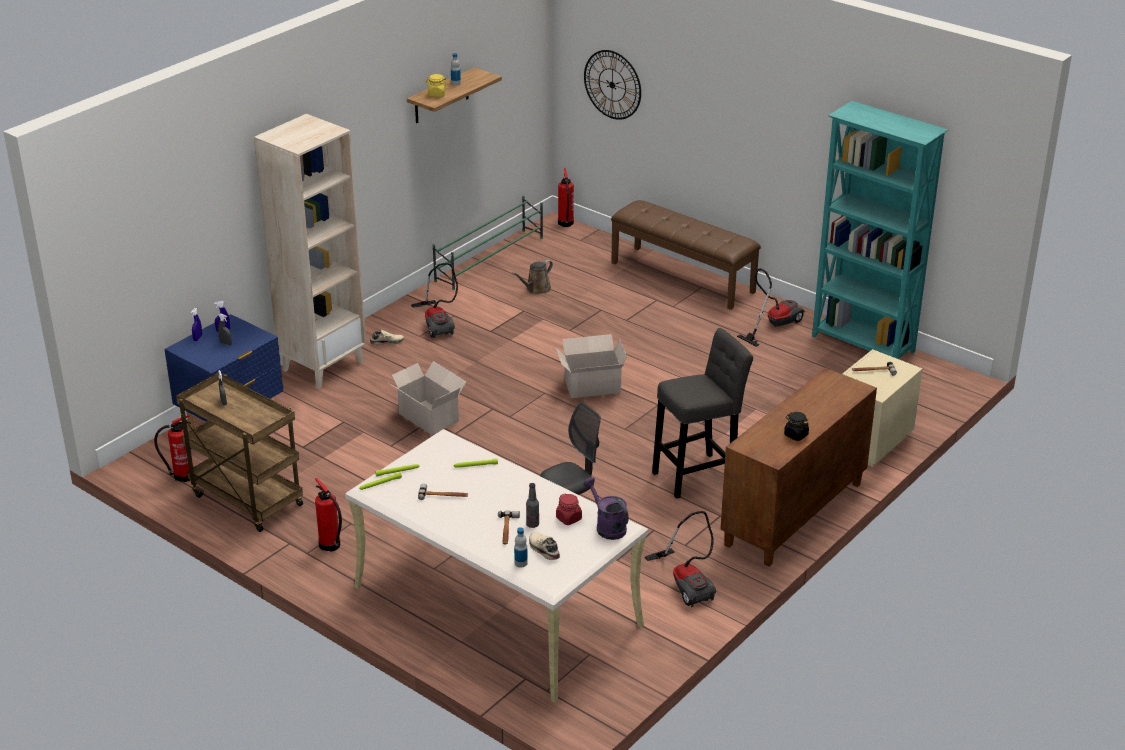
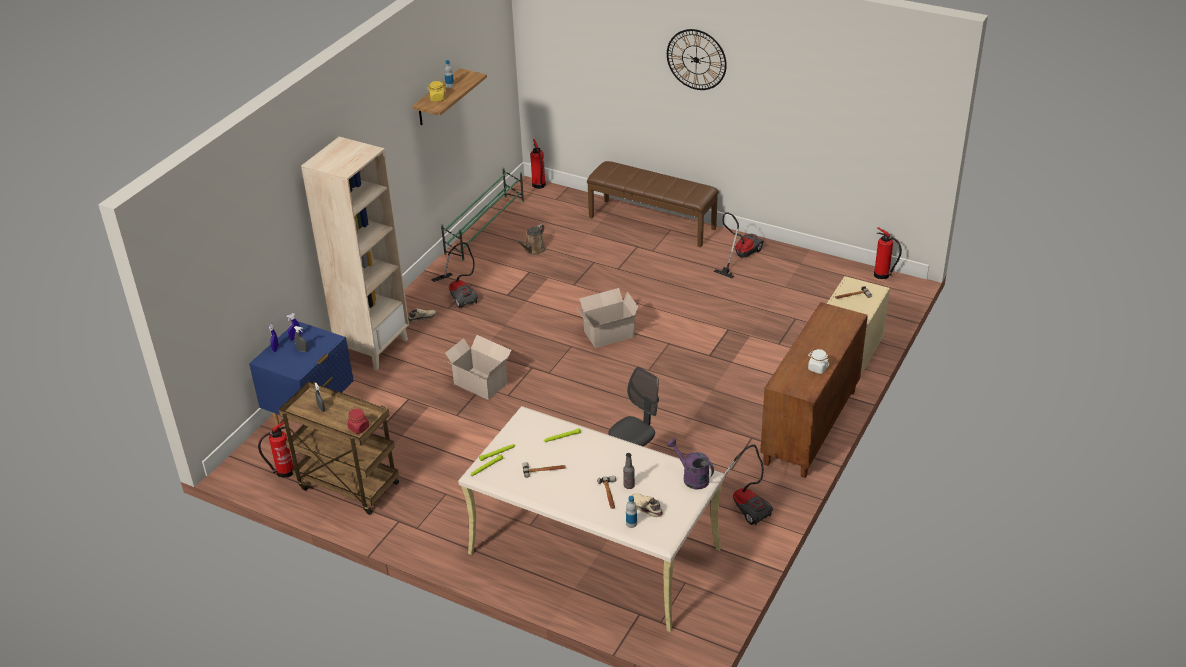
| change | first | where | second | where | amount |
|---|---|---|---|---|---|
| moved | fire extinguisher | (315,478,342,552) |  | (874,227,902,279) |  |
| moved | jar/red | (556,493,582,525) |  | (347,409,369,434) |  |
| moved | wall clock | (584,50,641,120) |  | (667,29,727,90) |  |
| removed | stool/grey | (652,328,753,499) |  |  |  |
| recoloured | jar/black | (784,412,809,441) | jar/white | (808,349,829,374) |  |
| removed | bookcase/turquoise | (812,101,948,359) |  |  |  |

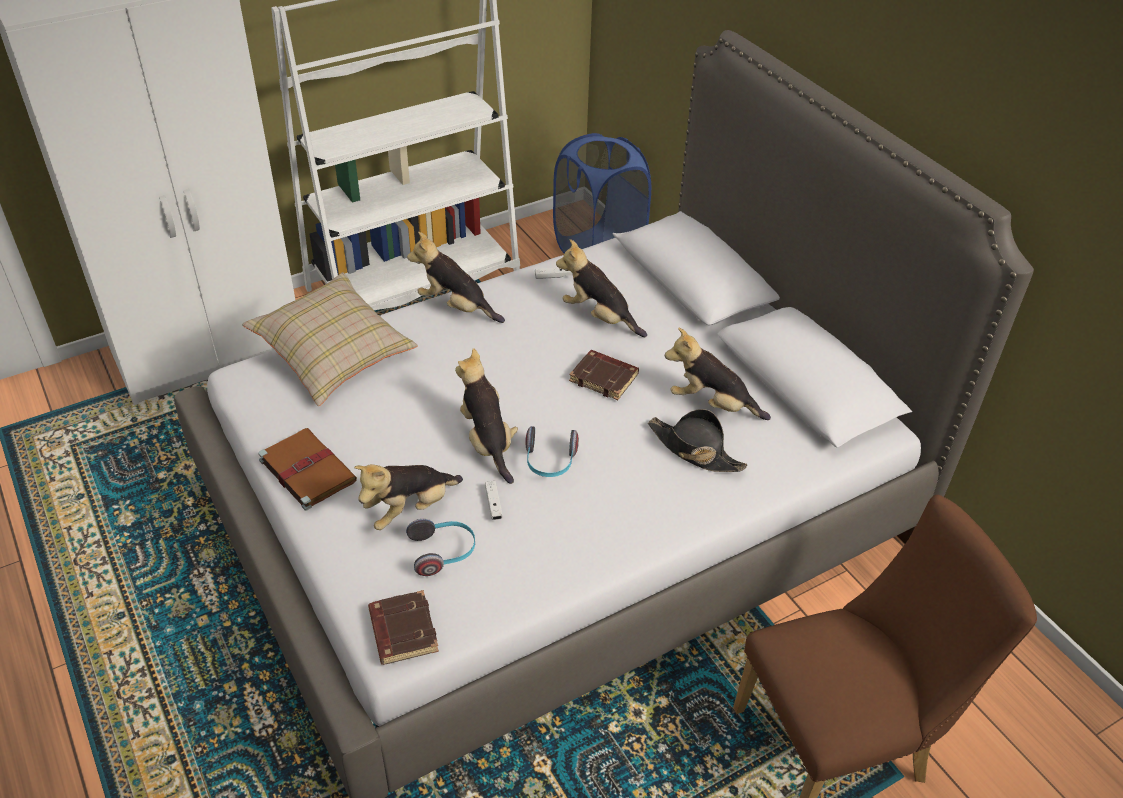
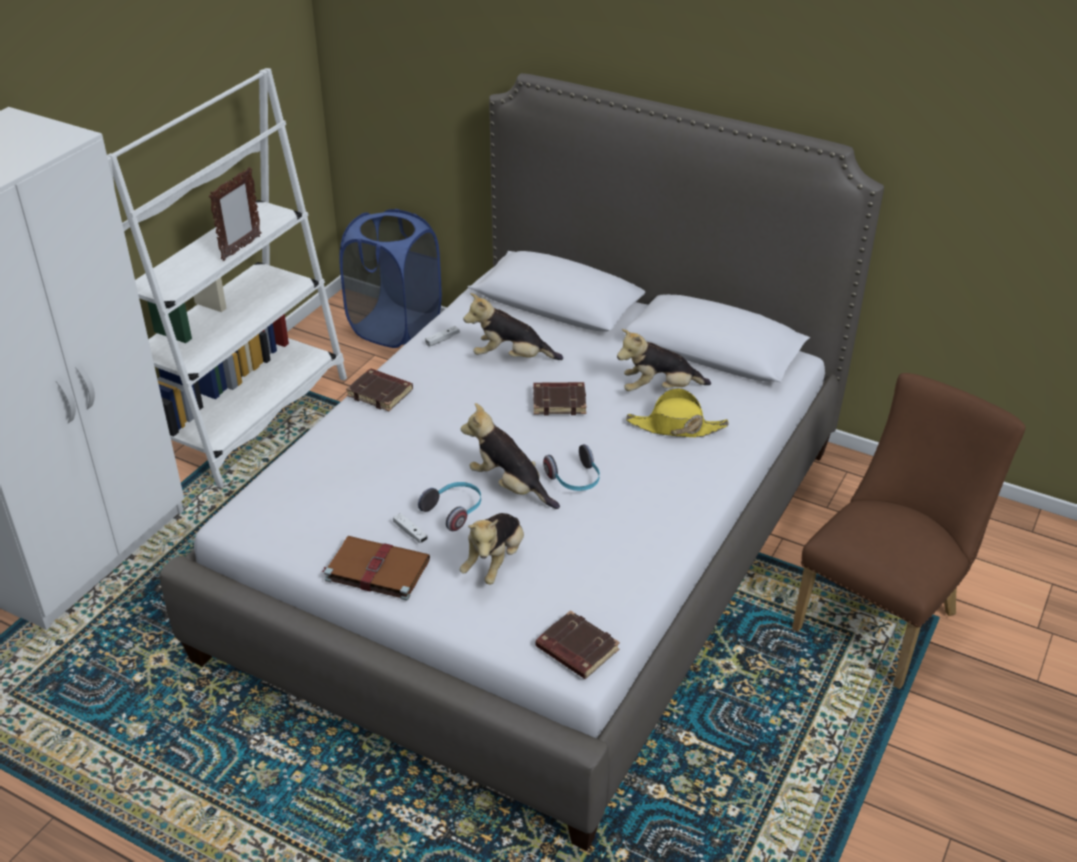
| change | first | where | second | where | amount |
|---|---|---|---|---|---|
| removed | pillow/beige | (242,272,418,406) |  |  |  |
| moved | headphones | (406,519,475,576) |  | (418,482,481,531) |  |
| replaced | plush toy | (407,232,505,323) | book/brown | (346,369,413,411) |  |
| moved | game controller/white | (485,481,503,520) |  | (393,513,428,543) |  |
| recoloured | hat/black | (648,409,747,472) | hat/yellow | (626,388,729,437) |  |
| added |  |  | picture frame | (209,167,262,261) |  |

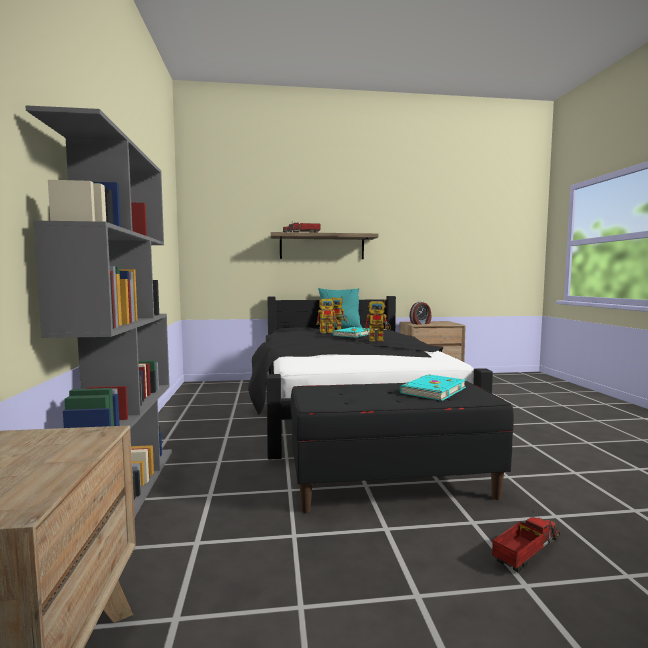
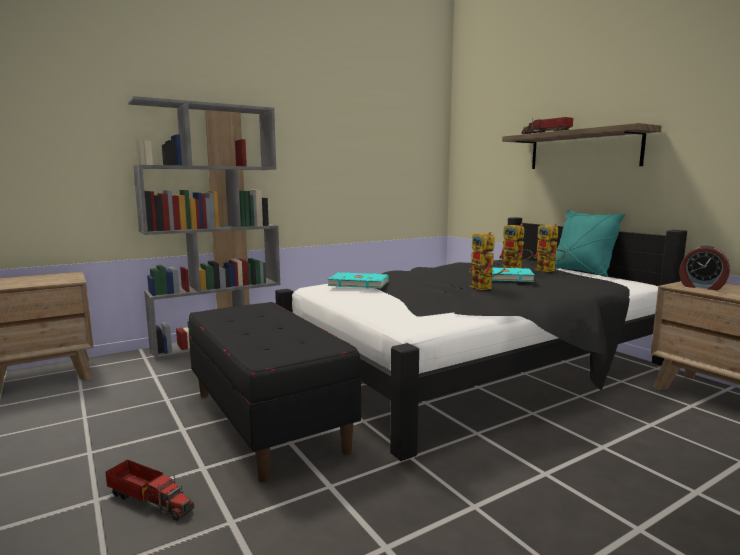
| change | first | where | second | where | amount |
|---|---|---|---|---|---|
| moved | book/turquoise | (400,374,466,401) |  | (328,272,389,288) |  |

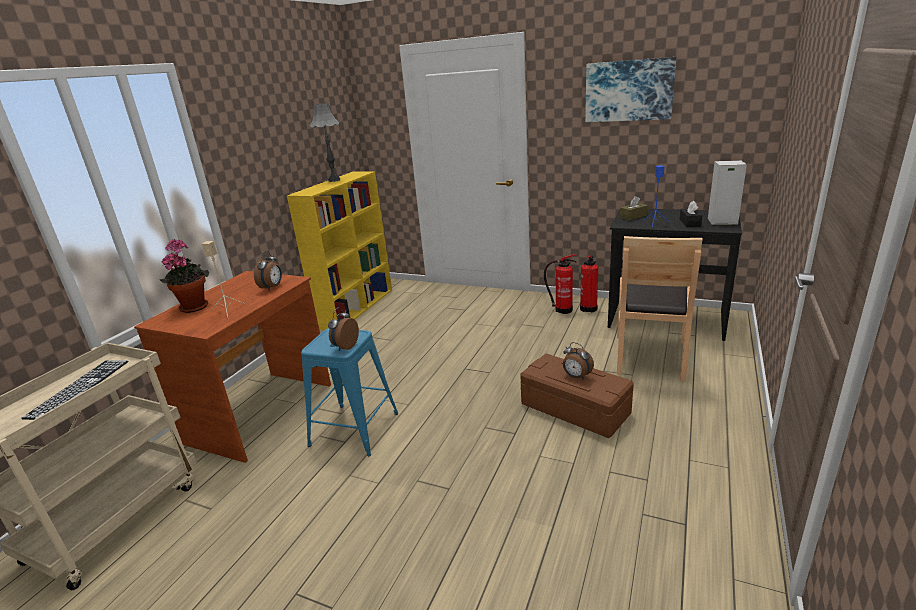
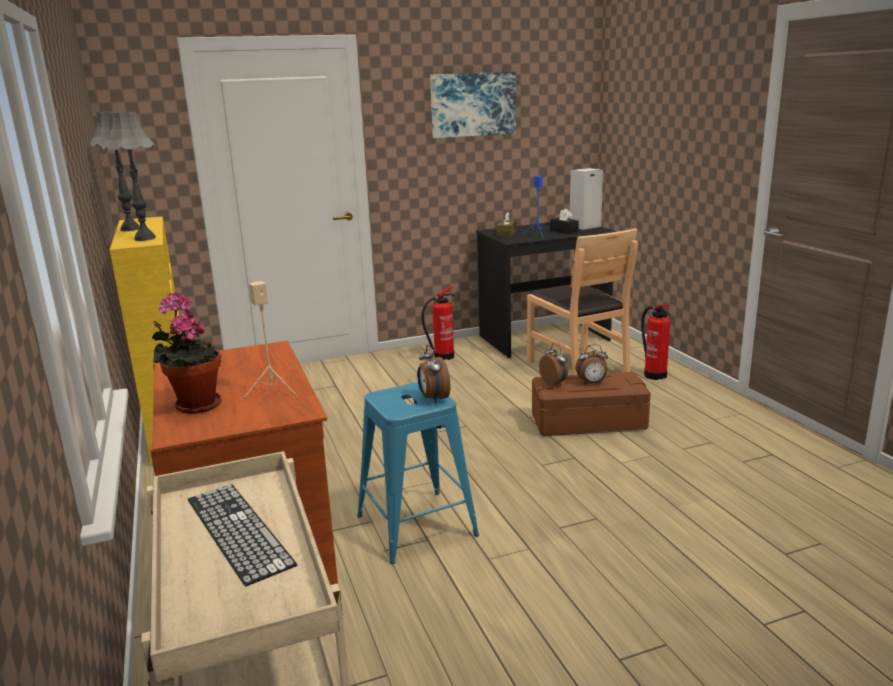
| change | first | where | second | where | amount |
|---|---|---|---|---|---|
| moved | alarm clock | (254,251,282,290) |  | (539,343,568,386) |  |
| moved | fire extinguisher | (580,255,598,313) |  | (641,305,671,380) |  |
| added |  |  | table lamp/grey | (102,112,156,241) |  |

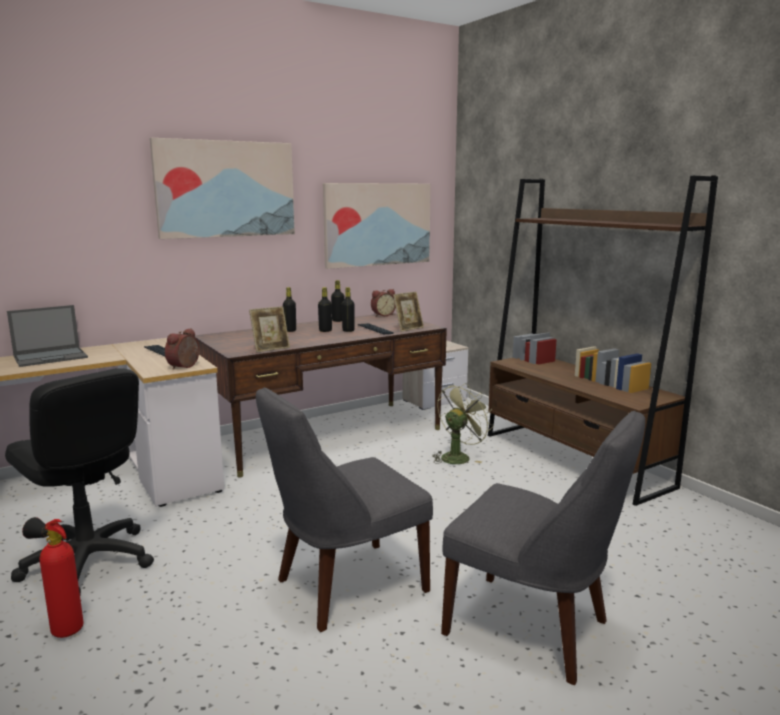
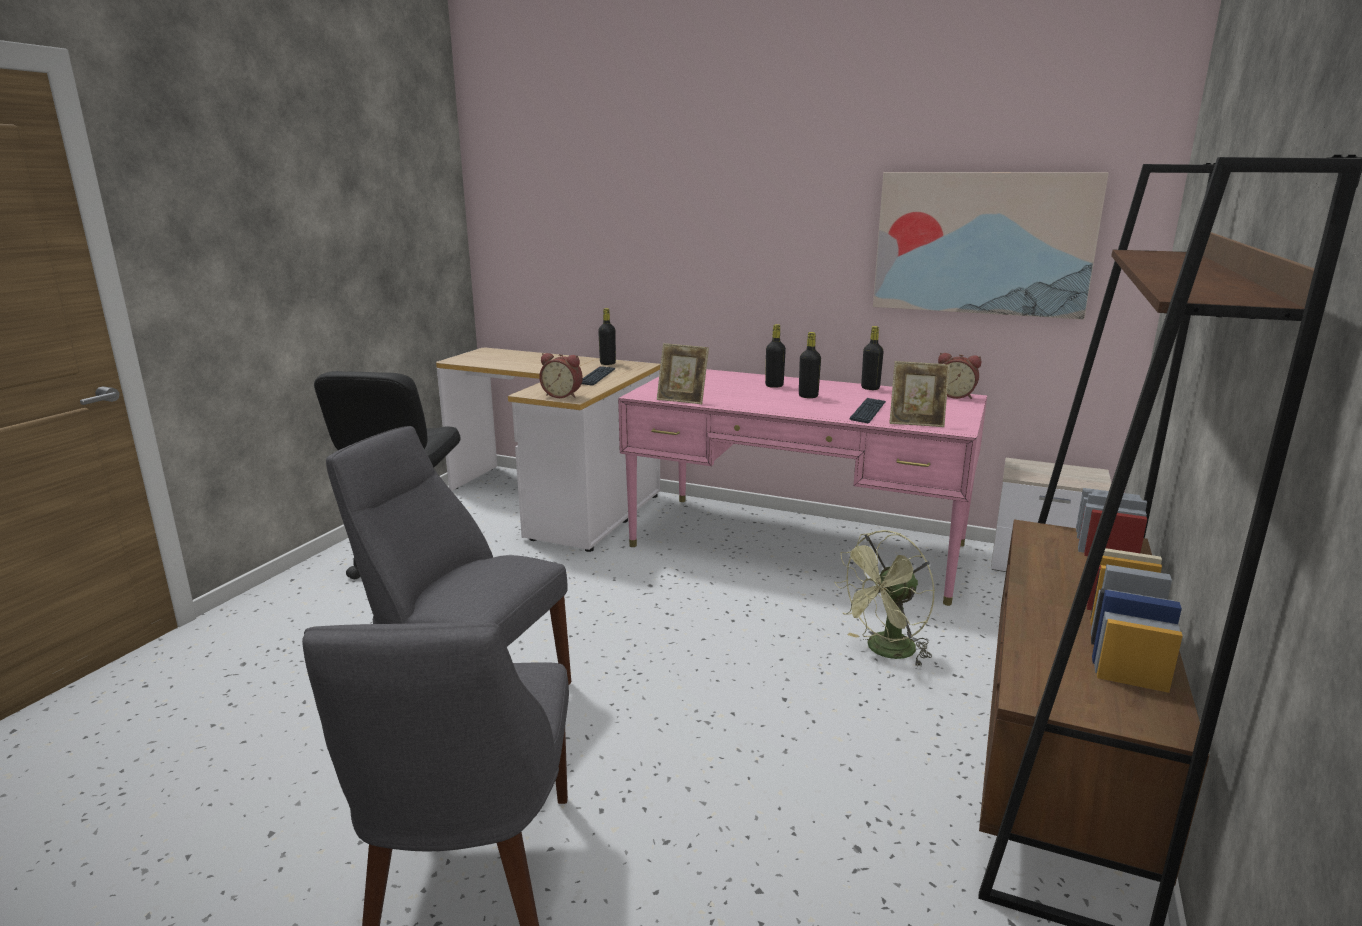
| change | first | where | second | where | amount |
|---|---|---|---|---|---|
| removed | laptop | (7,305,88,367) |  |  |  |
| removed | fire extinguisher | (22,517,84,638) |  |  |  |
| removed | picture | (150,138,295,239) |  |  |  |
| turned | alarm clock | (165,328,200,370) |  | (539,353,583,398) | 150 degrees counterclockwise |
| recoloured | desk/brown | (195,313,447,478) | desk/pink | (618,369,987,606) |  |
| moved | bottle/black | (342,287,355,332) |  | (598,308,616,365) |  |
| turned | fan/green | (432,383,494,464) |  | (834,530,935,667) | 135 degrees clockwise |

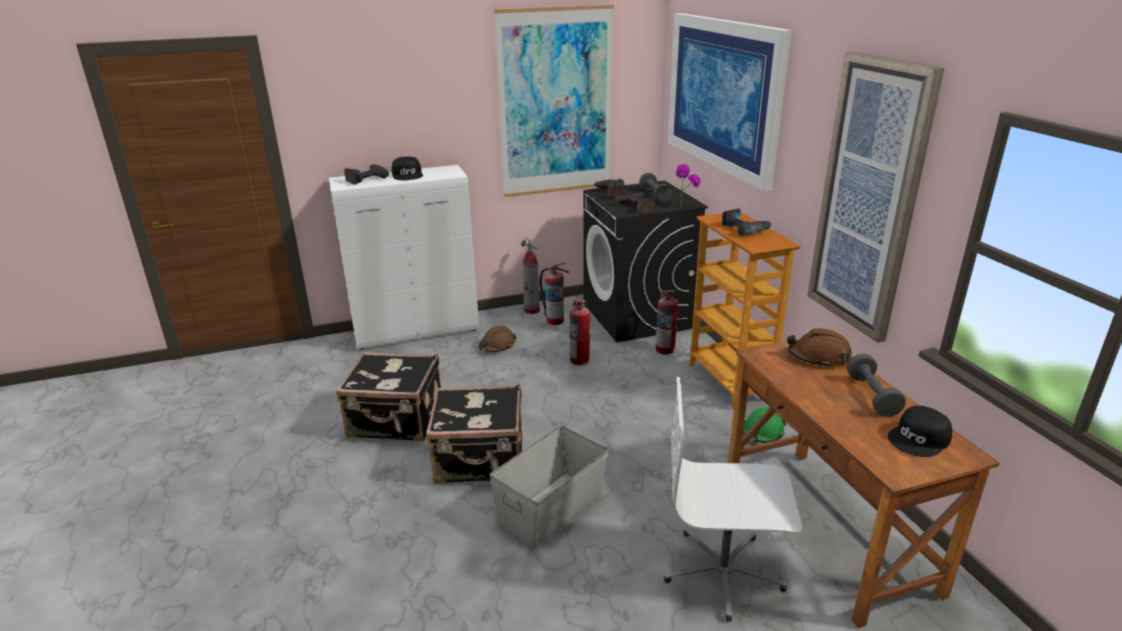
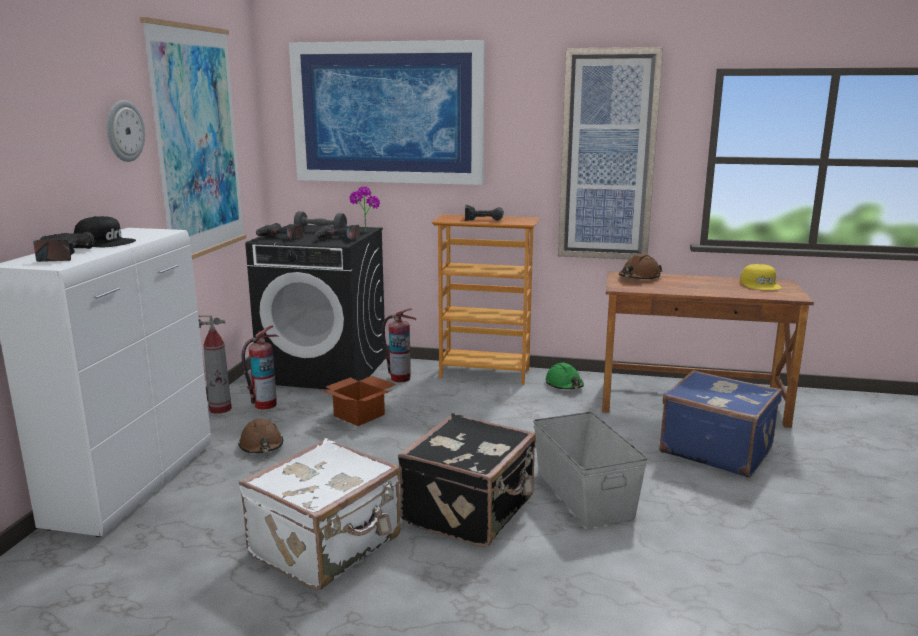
| change | first | where | second | where | amount |
|---|---|---|---|---|---|
| recoloured | suitcase/black | (336,352,441,441) | suitcase/white | (239,438,401,590) |  |
| replaced | fire extinguisher | (570,300,591,365) | cardboard box | (321,376,396,426) |  |
| replaced | office chair/white | (664,377,802,622) | suitcase/blue | (659,370,782,478) |  |
| removed | dumbbell/grey | (847,353,906,417) |  |  |  |
| recoloured | cap/black | (888,406,952,457) | cap/yellow | (740,264,782,290) |  |
| added |  |  | wall clock | (107,100,145,162) |  |

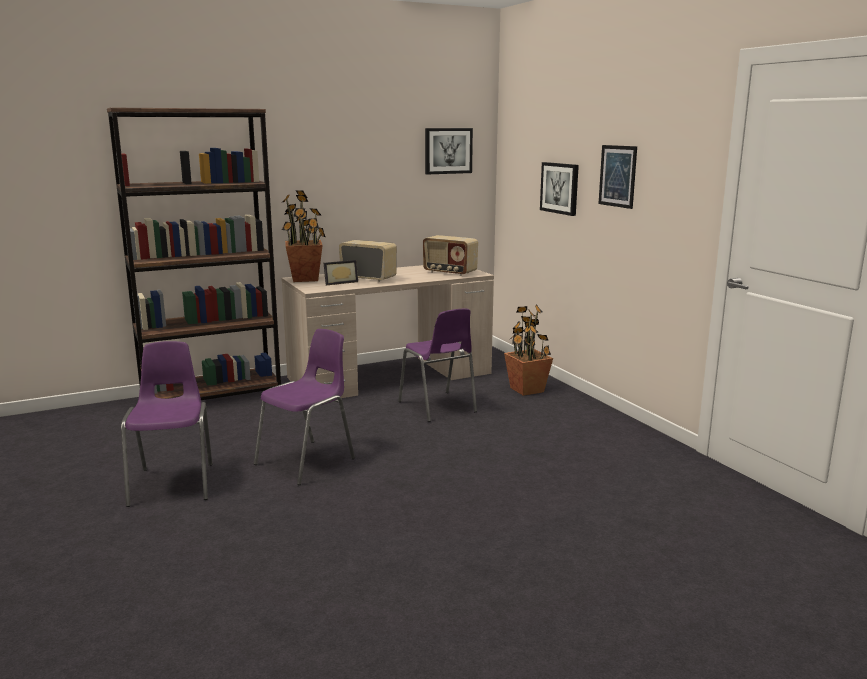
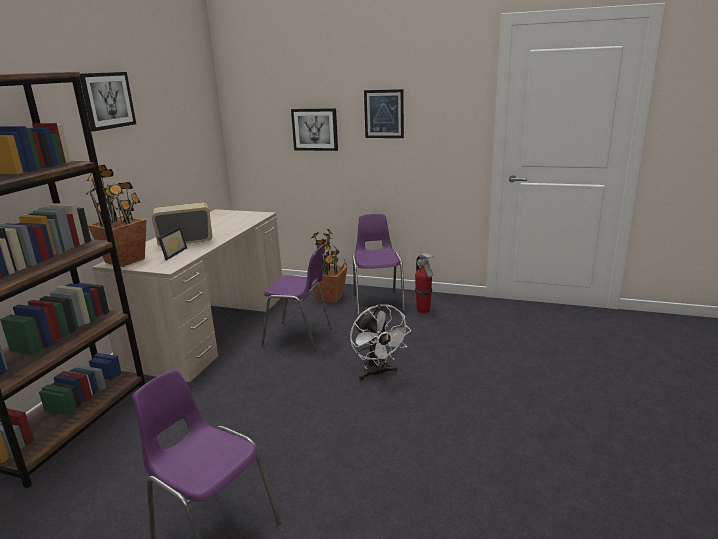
| change | first | where | second | where | amount |
|---|---|---|---|---|---|
| moved | chair/purple | (254,329,355,485) |  | (353,214,405,316) |  |
| removed | radio | (423,235,478,276) |  |  |  |
| moved | picture | (425,128,473,174) |  | (79,72,136,131) |  |
| added |  |  | fan/white | (350,304,411,380) |  |
| added |  |  | fire extinguisher | (415,253,434,313) |  |

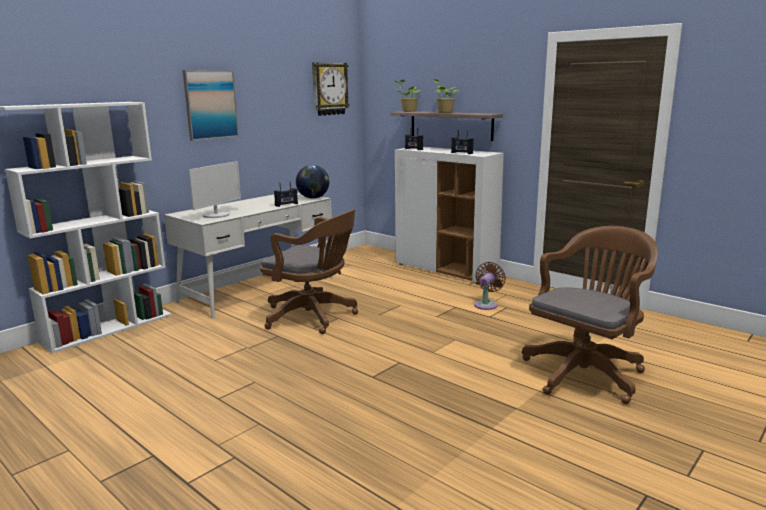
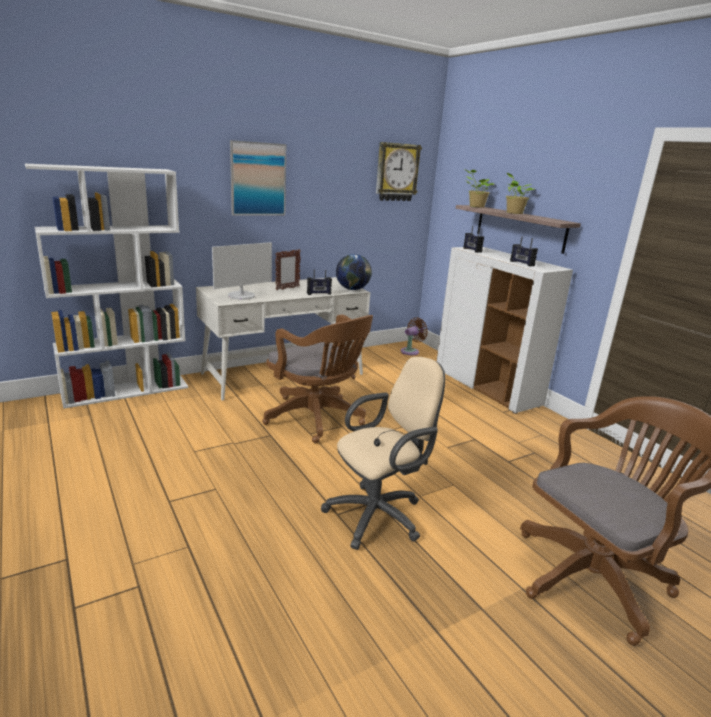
| change | first | where | second | where | amount |
|---|---|---|---|---|---|
| moved | fan/brown | (474,262,506,310) |  | (401,317,428,355) |  |
| added |  |  | picture frame | (275,249,301,290) |  |
| added |  |  | office chair/beige | (321,357,445,550) |  |

